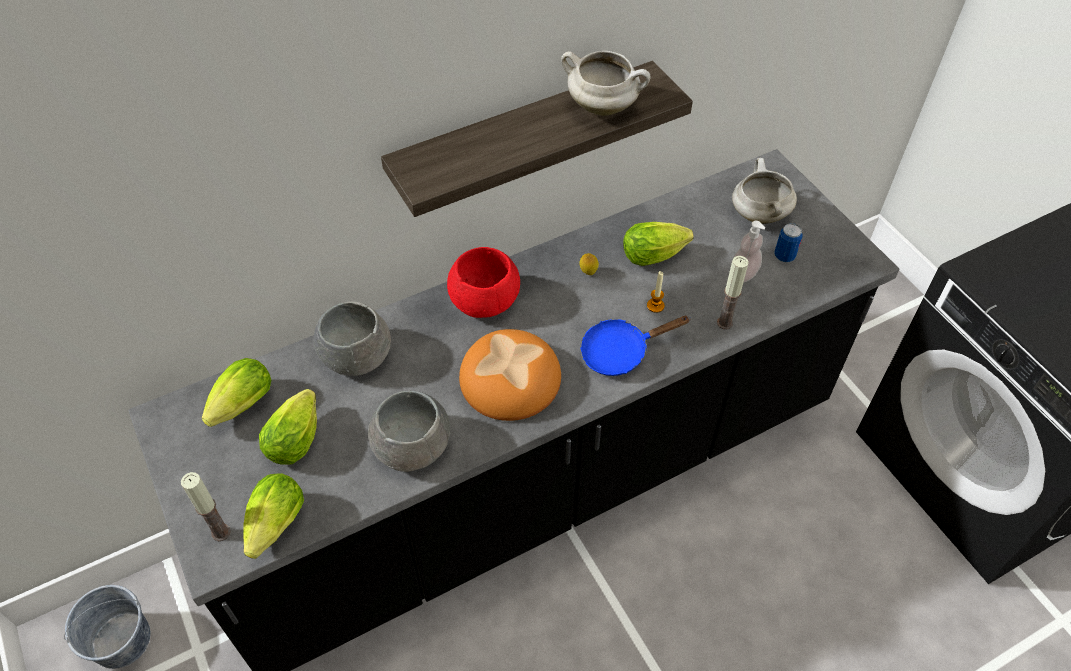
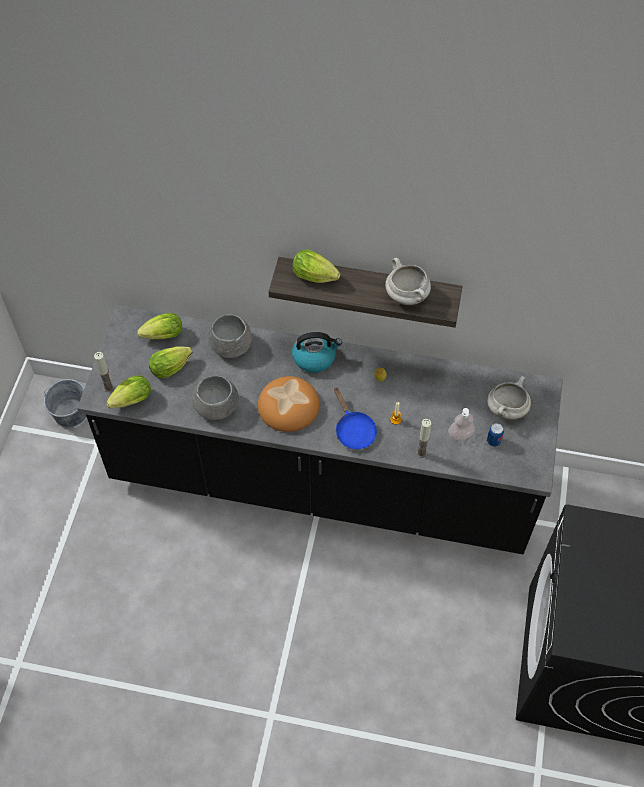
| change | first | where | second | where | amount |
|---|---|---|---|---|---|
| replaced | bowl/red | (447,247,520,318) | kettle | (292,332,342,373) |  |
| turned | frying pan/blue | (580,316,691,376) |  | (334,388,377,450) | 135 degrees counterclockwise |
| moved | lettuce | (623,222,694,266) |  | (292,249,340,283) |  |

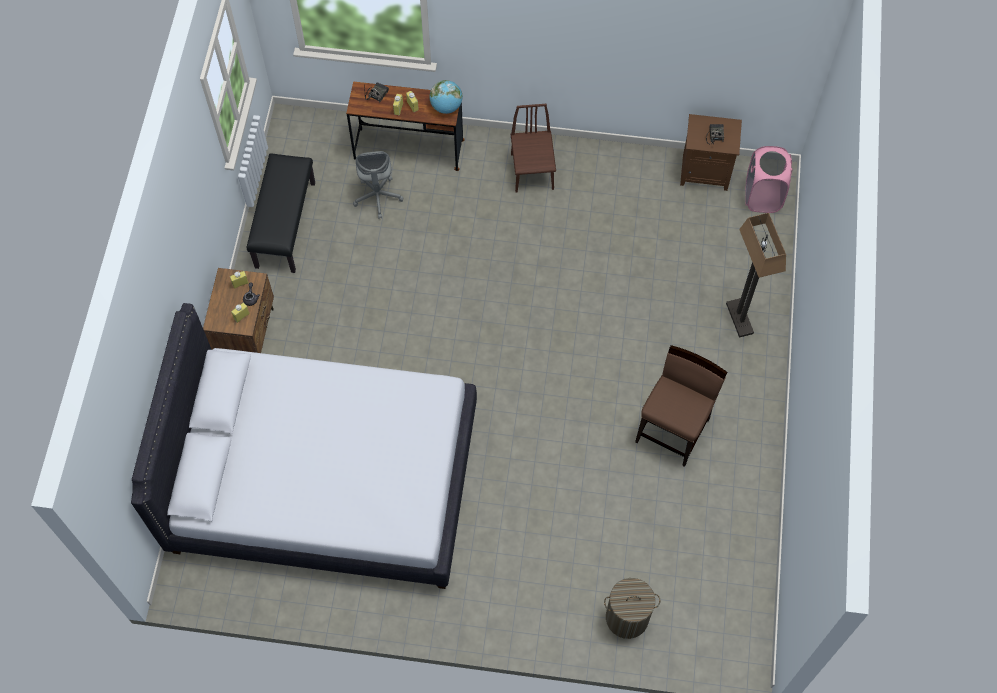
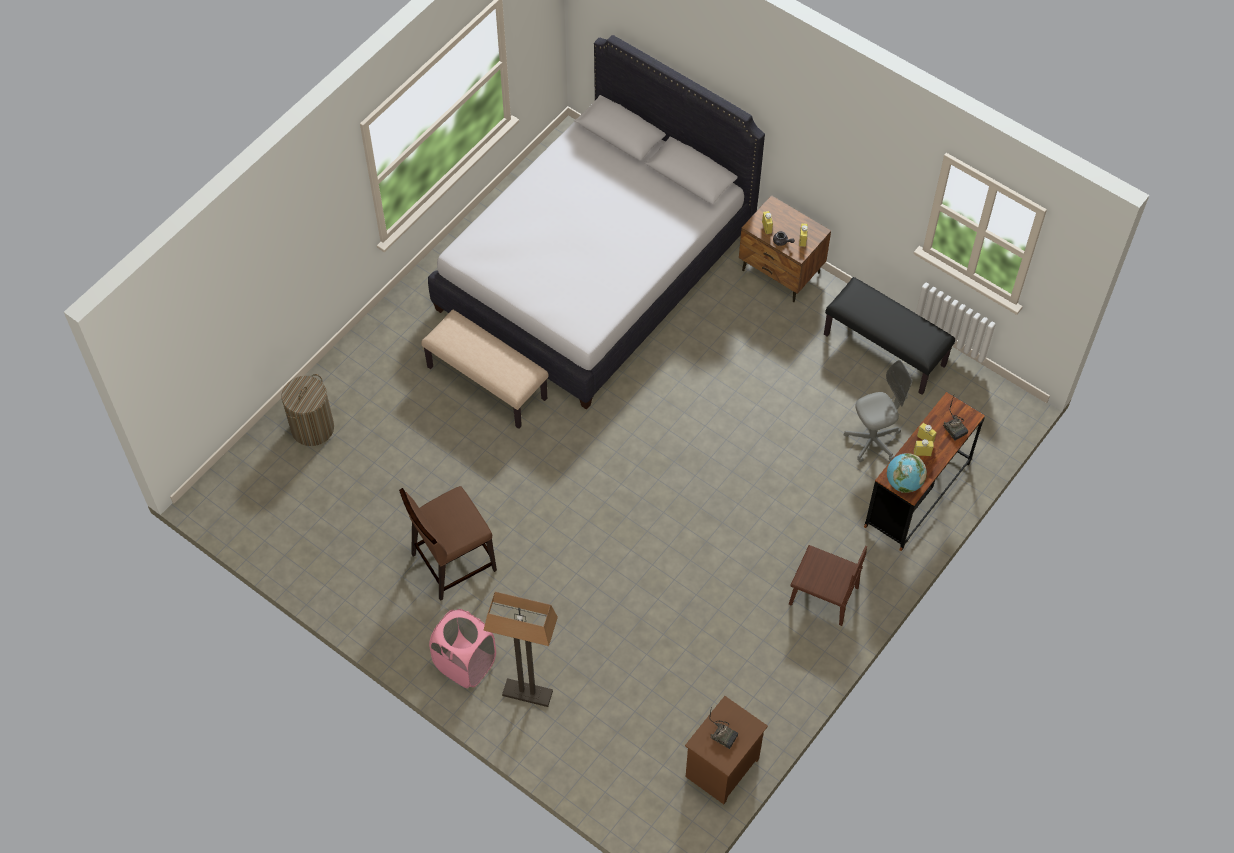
| change | first | where | second | where | amount |
|---|---|---|---|---|---|
| turned | office chair/grey | (353,151,403,218) |  | (844,360,912,462) | 135 degrees clockwise |
| turned | chair/brown | (635,345,728,467) |  | (399,486,497,601) | 90 degrees clockwise |
| moved | laundry basket/pink | (745,146,792,213) |  | (429,609,496,688) |  |
| added |  |  | bench/beige | (421,310,549,429) |  |

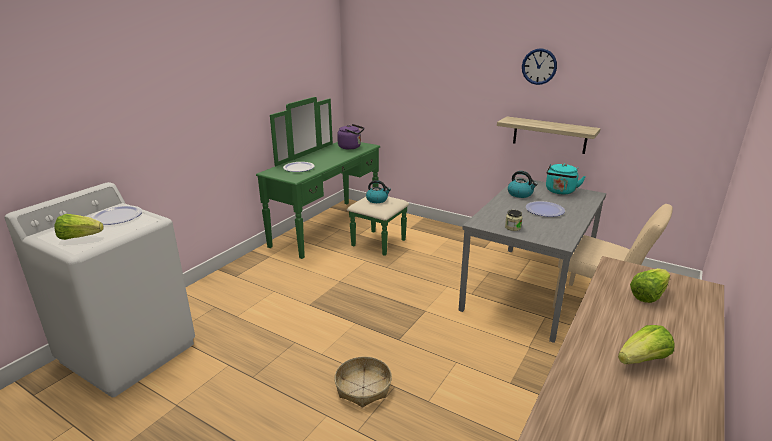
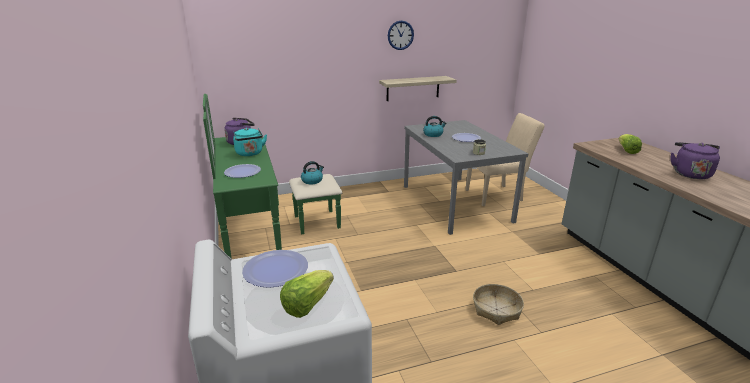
| change | first | where | second | where | amount |
|---|---|---|---|---|---|
| moved | kettle/turquoise | (546,163,586,194) |  | (233,128,267,156) |  |
| replaced | lettuce | (618,325,675,364) | kettle/purple | (670,142,720,179) |  |

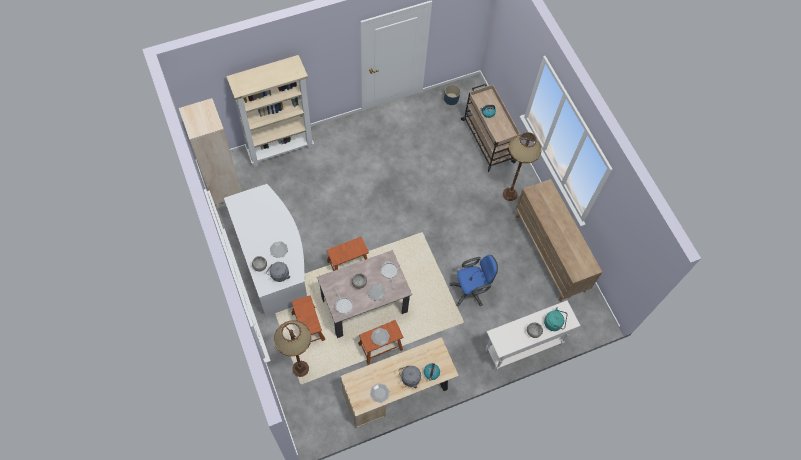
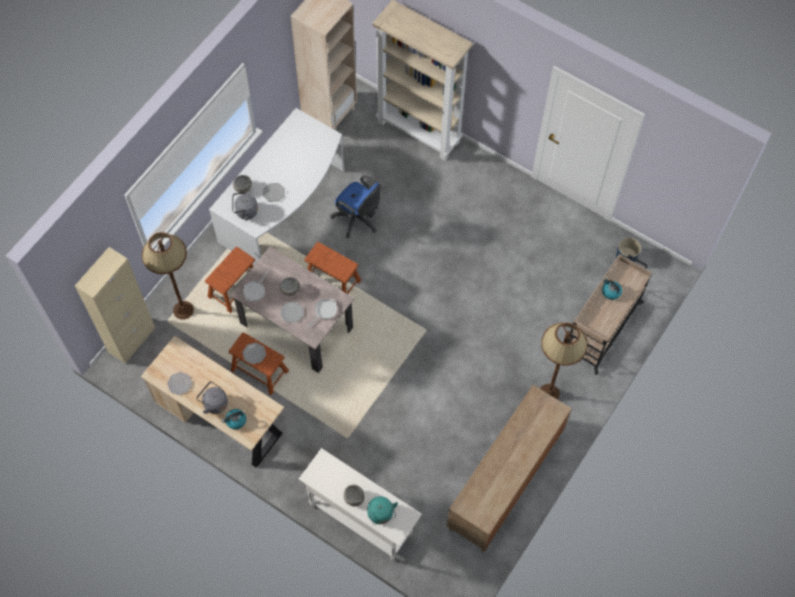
| change | first | where | second | where | amount |
|---|---|---|---|---|---|
| moved | office chair/blue | (449,255,498,307) |  | (330,175,381,238) |  |
| added |  |  | cabinet/beige | (75,247,155,364) |  |

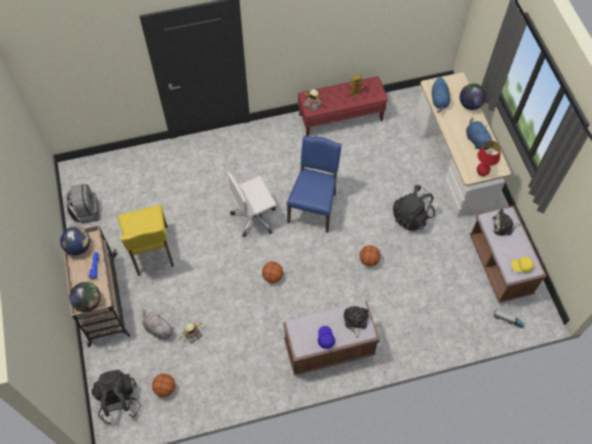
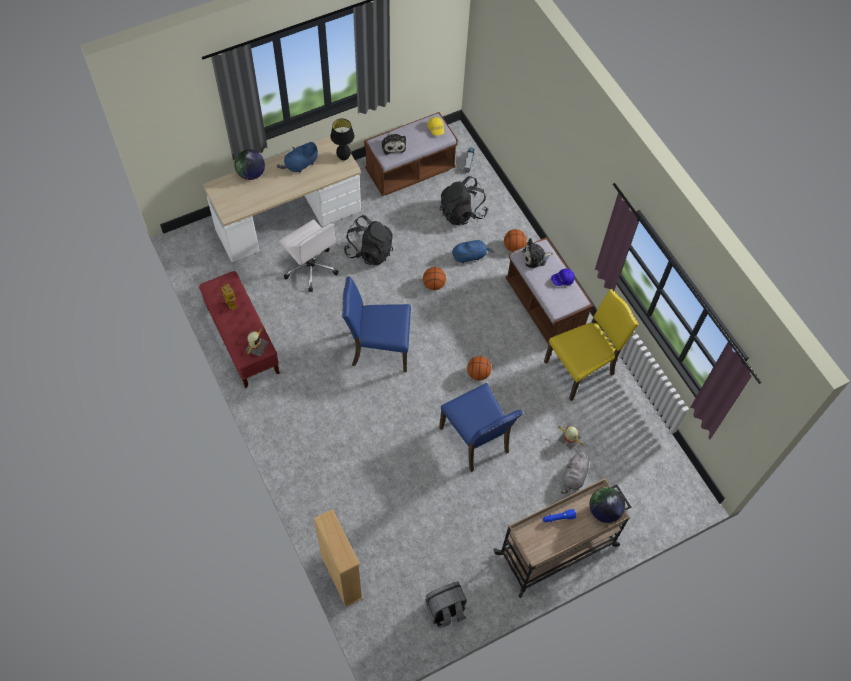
| change | first | where | second | where | amount |
|---|---|---|---|---|---|
| removed | globe | (60,226,90,255) |  |  |  |
| moved | backpack/black | (92,369,141,424) |  | (440,176,488,225) |  |
| moved | chair/yellow | (117,205,174,276) |  | (544,289,639,401) |  |
| moved | basketball | (152,374,175,397) |  | (504,229,527,252) |  |
| moved | office chair/white | (227,172,277,237) |  | (279,219,338,292) |  |
| moved | plush toy/blue | (432,77,450,113) |  | (452,240,495,263) |  |
| recoloured | table lamp/red | (477,141,501,176) | table lamp/black | (330,118,354,160) |  |
| added |  |  | bookcase/beige | (314,509,363,607) |  |
| added |  |  | chair/blue | (439,383,523,472) |  |

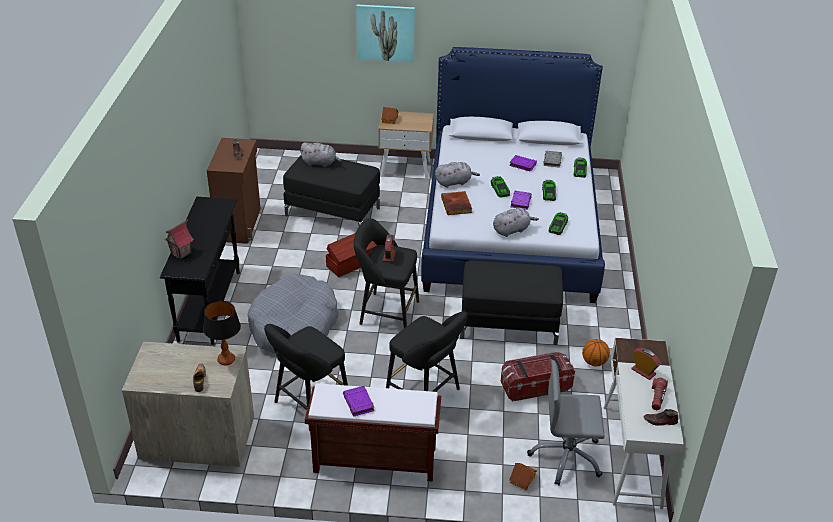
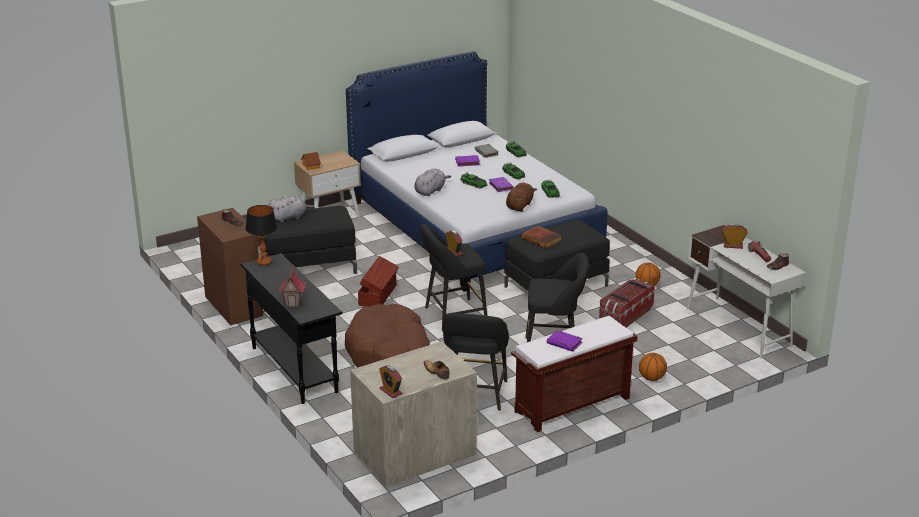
| change | first | where | second | where | amount |
|---|---|---|---|---|---|
| moved | table lamp | (203,301,241,365) |  | (245,205,278,266) |  |
| recoloured | dog bed/grey | (247,274,339,353) | dog bed/brown | (345,304,430,368) |  |
| removed | picture | (356,4,415,62) |  |  |  |
| moved | book | (441,191,472,215) |  | (521,226,562,249) |  |
| recoloured | plush toy/grey | (493,208,539,237) | plush toy/brown | (506,183,537,212) |  |
| removed | toy house | (509,463,537,490) |  |  |  |
| removed | office chair/grey | (527,360,604,485) |  |  |  |
| added |  |  | alarm clock | (379,365,403,398) |  |
| added |  |  | basketball | (639,353,667,381) |  |

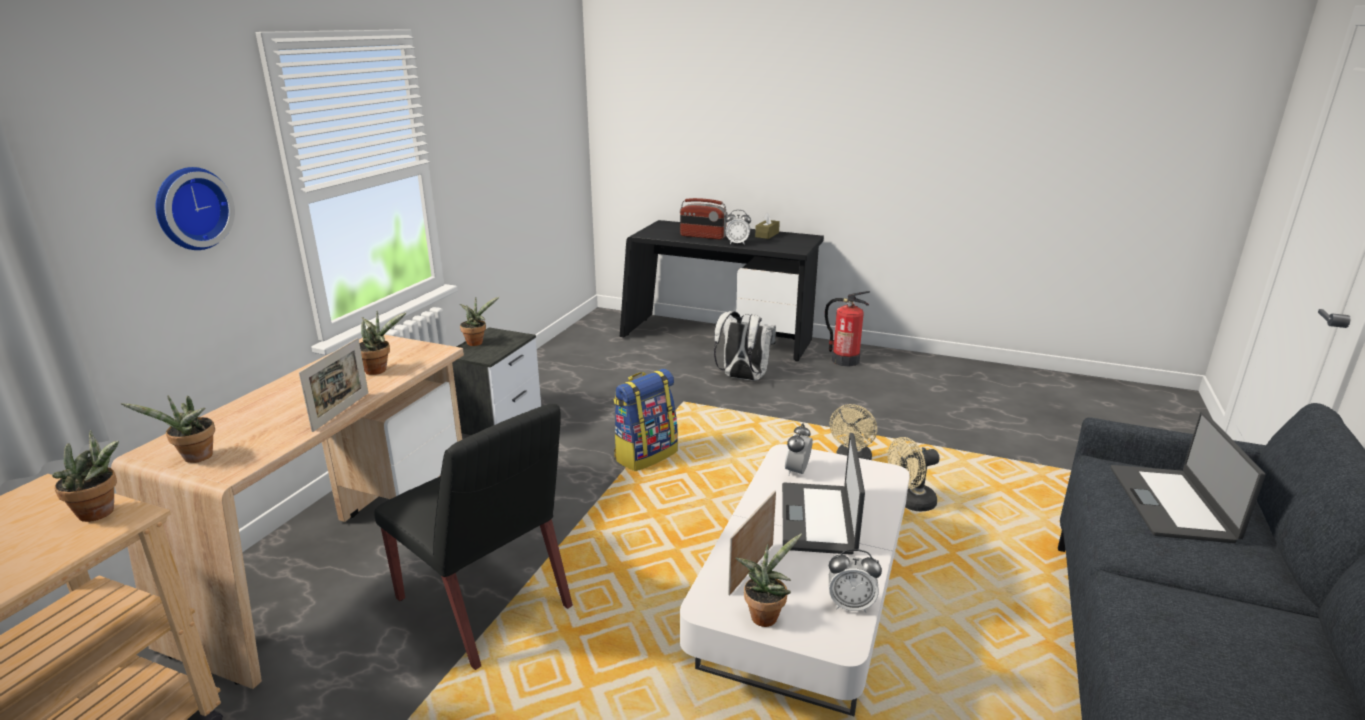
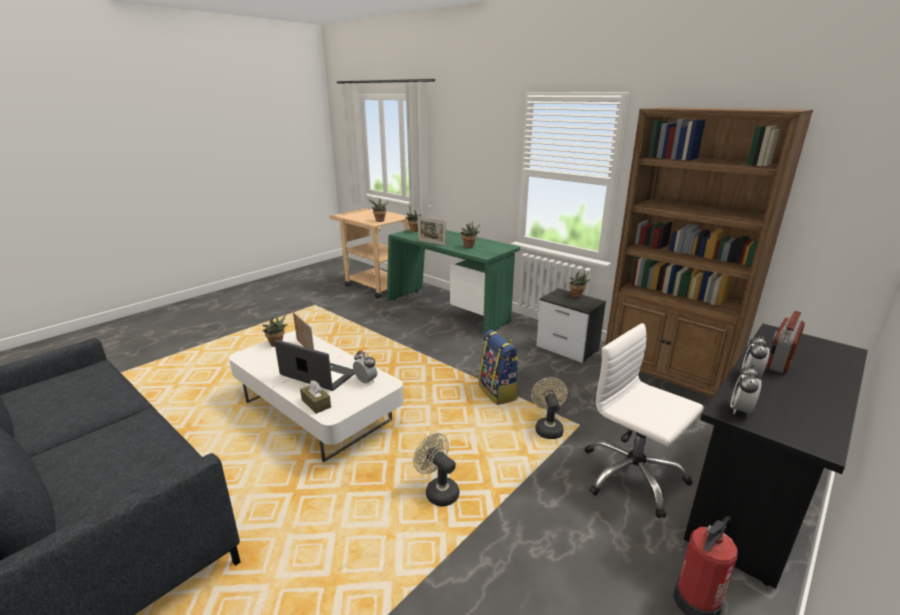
| change | first | where | second | where | amount |
|---|---|---|---|---|---|
| recoloured | desk/beige | (111,335,464,689) | desk/green | (387,229,520,334) |  |
| removed | wall clock | (156,167,235,250) |  |  |  |
| removed | chair/black | (374,404,573,670) |  |  |  |
| replaced | backpack/white | (714,311,776,381) | office chair/white | (585,323,703,518) |  |
| moved | tissue box/brown | (755,212,780,239) |  | (300,380,331,414) |  |
| moved | alarm clock | (829,549,882,613) |  | (730,365,762,414) |  |
| moved | fan/beige | (888,437,939,511) |  | (531,377,568,439) |  |
| removed | laptop | (1111,411,1266,543) |  |  |  |
| added |  |  | bookcase/brown | (605,107,813,402) |  |

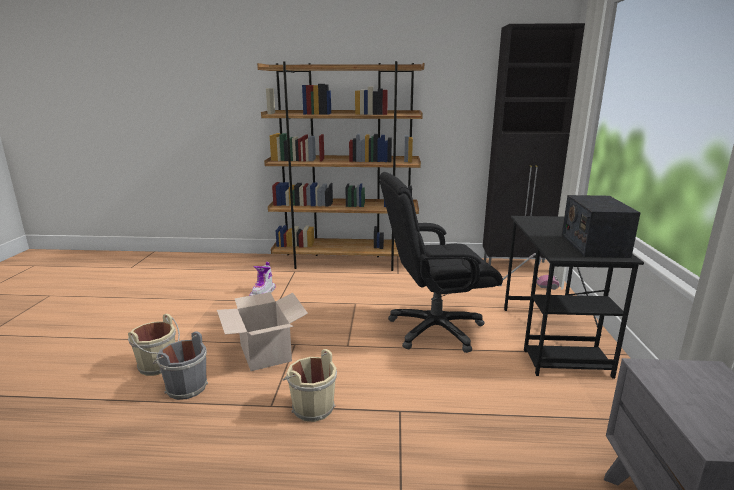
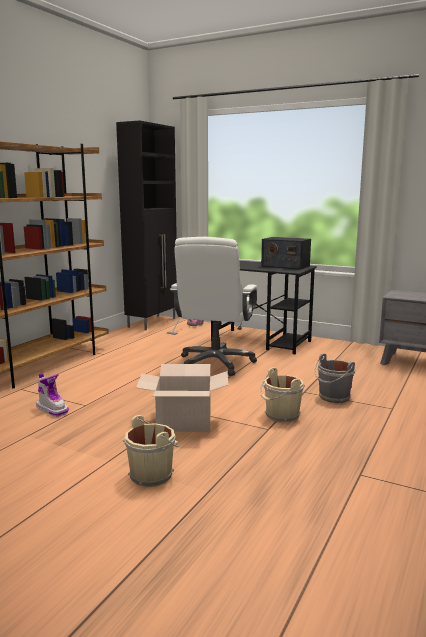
| change | first | where | second | where | amount |
|---|---|---|---|---|---|
| moved | bucket/grey | (153,331,208,400) |  | (314,354,355,403) |  |
| recoloured | office chair/black | (379,172,503,353) | office chair/white | (170,237,257,376) |  |

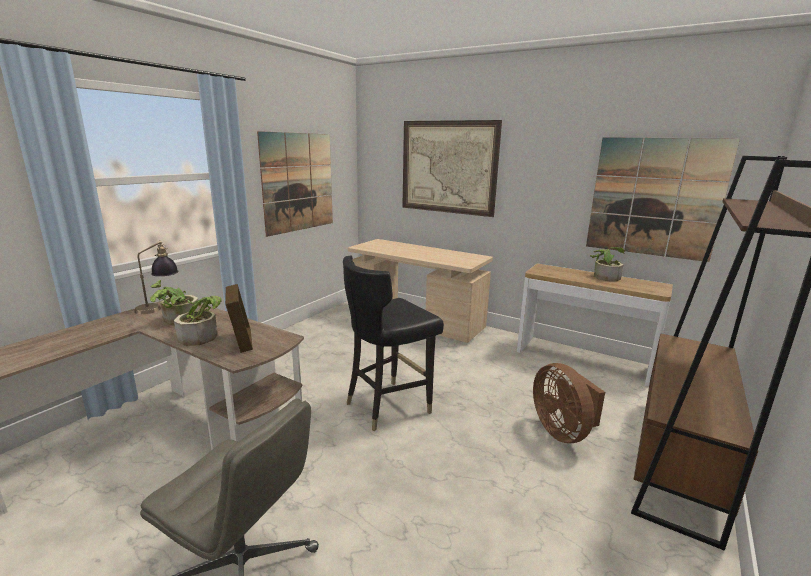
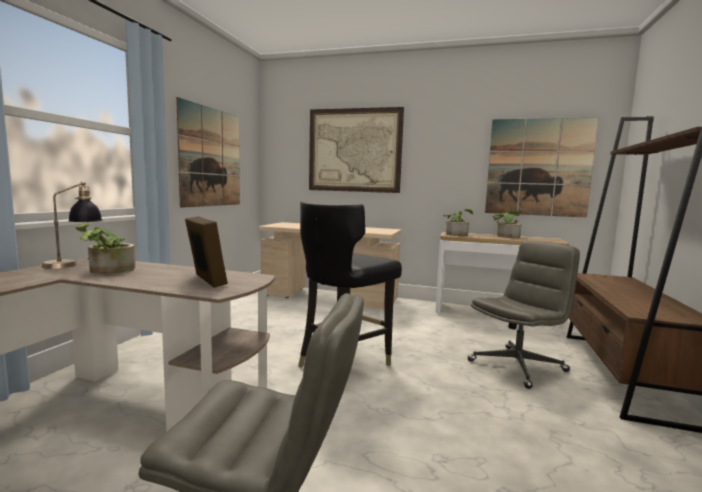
| change | first | where | second | where | amount |
|---|---|---|---|---|---|
| moved | potted plant | (174,296,222,346) |  | (443,209,473,236) |  |
| replaced | fan/brown | (533,363,605,443) | office chair/grey | (467,241,580,389) |  |

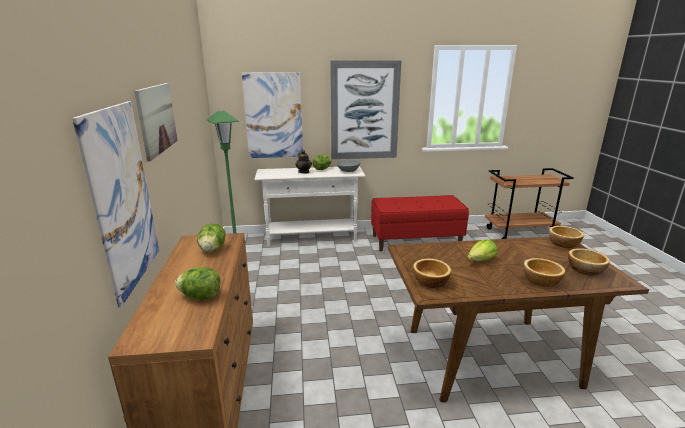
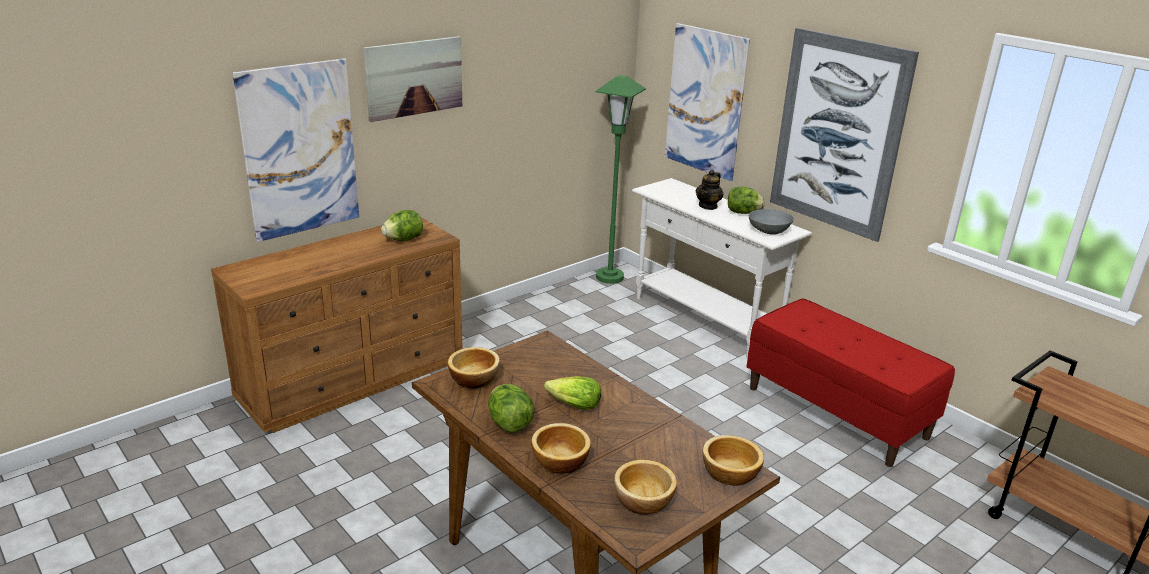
| change | first | where | second | where | amount |
|---|---|---|---|---|---|
| moved | lettuce | (175,267,220,300) |  | (488,384,535,433) |  |

